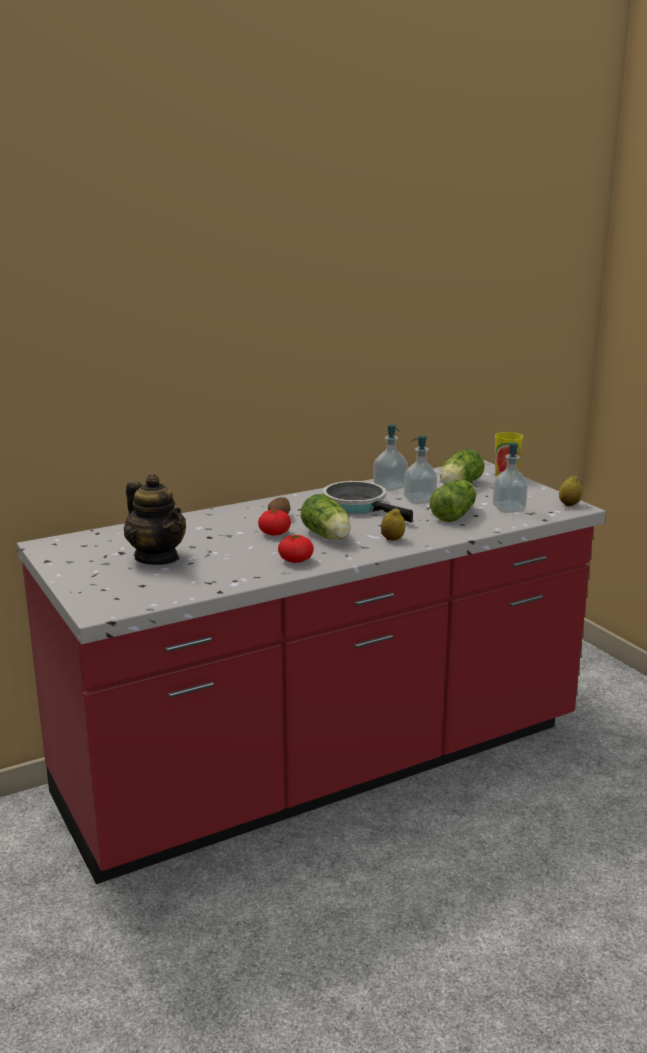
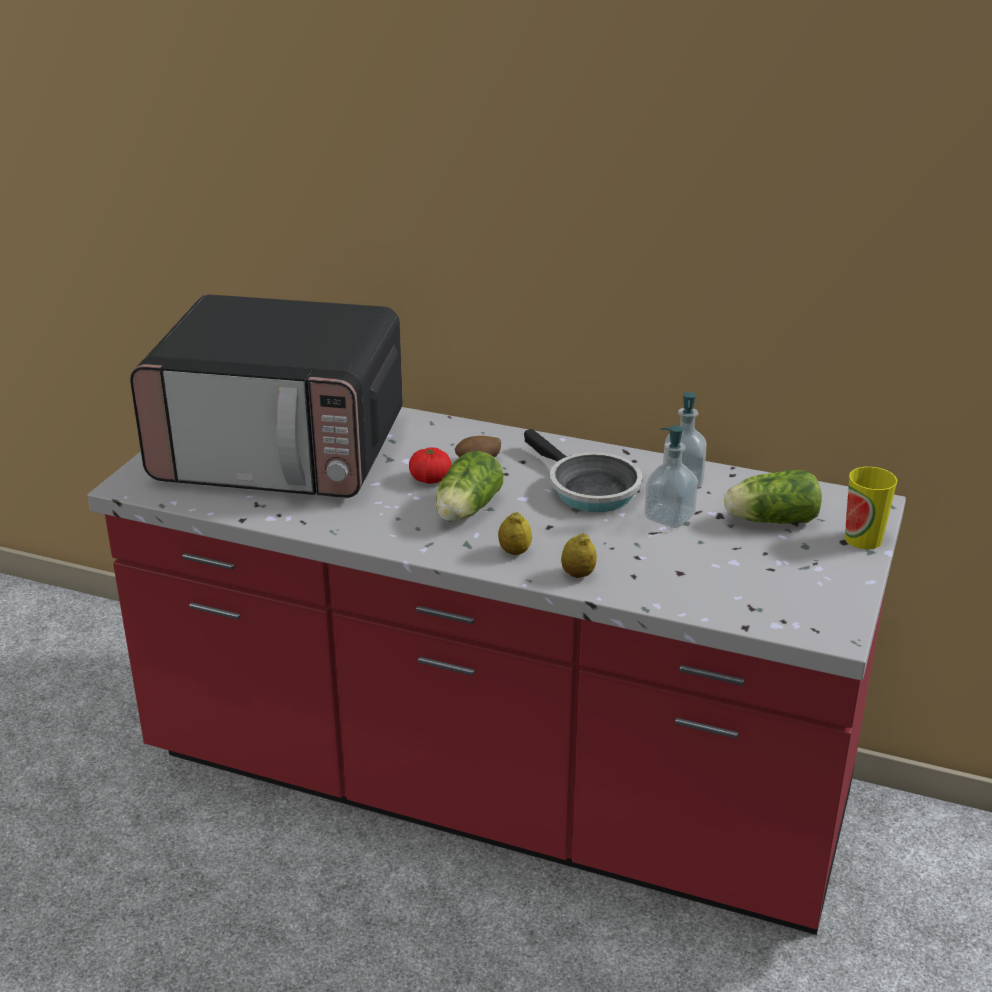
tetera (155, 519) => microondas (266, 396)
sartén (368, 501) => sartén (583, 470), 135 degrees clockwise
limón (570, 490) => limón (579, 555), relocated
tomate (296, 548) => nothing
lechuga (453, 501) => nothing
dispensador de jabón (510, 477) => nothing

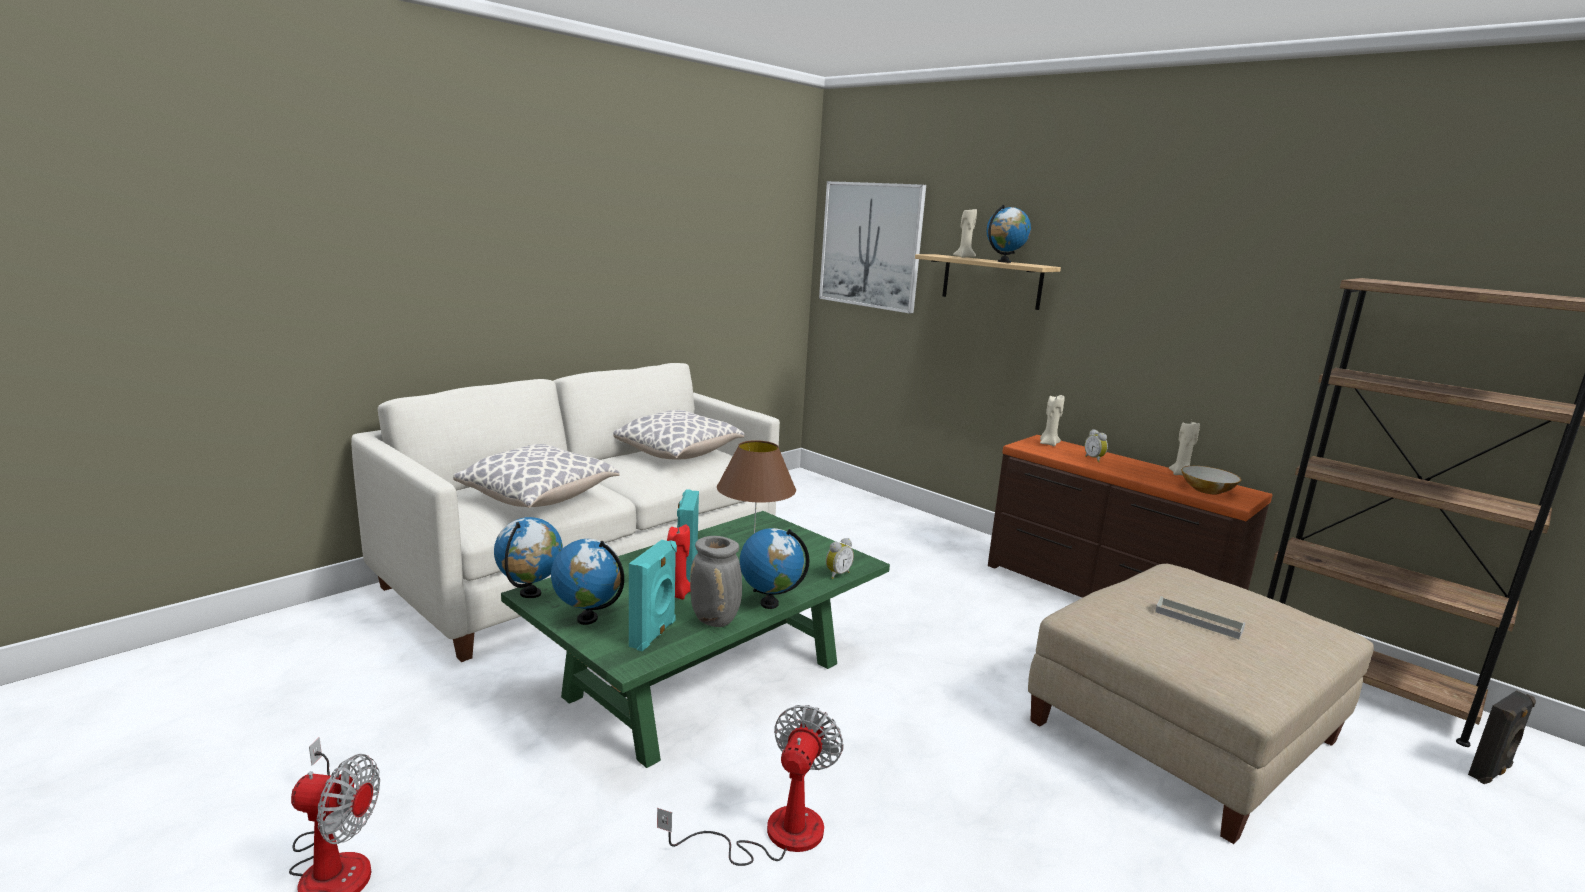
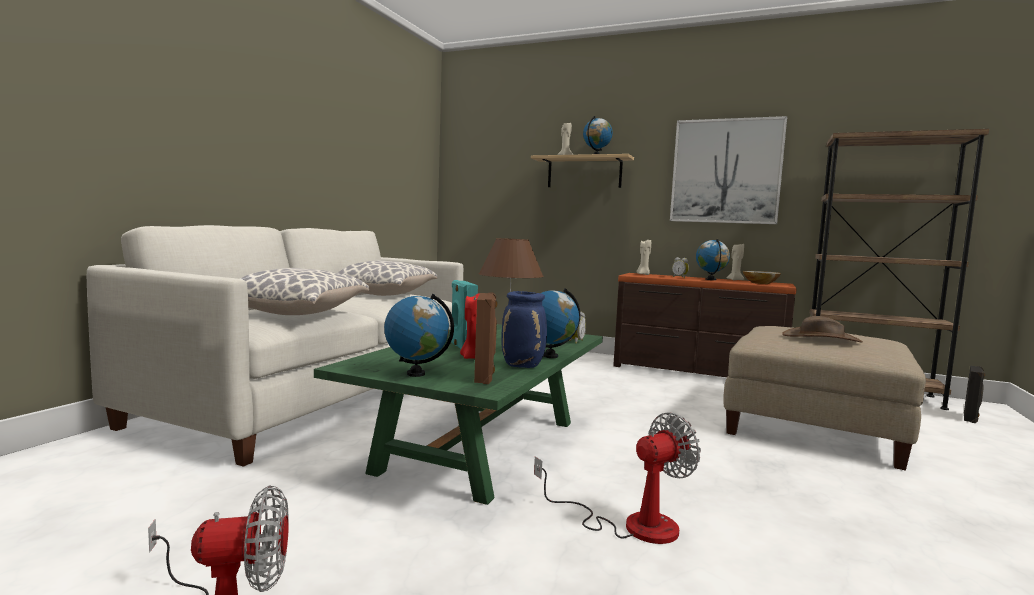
altavoz (turquesa) (653, 595) => altavoz (marrón) (485, 338)
florero (gris) (716, 581) => florero (azul) (524, 329)
ventilador (750, 785) => ventilador (617, 478), 60 degrees clockwise
cuadro (872, 247) => cuadro (728, 170), relocated
globo terráqueo (528, 557) => globo terráqueo (713, 259), relocated
bandeja (gris) (1200, 617) => sombrero (marrón) (822, 329)

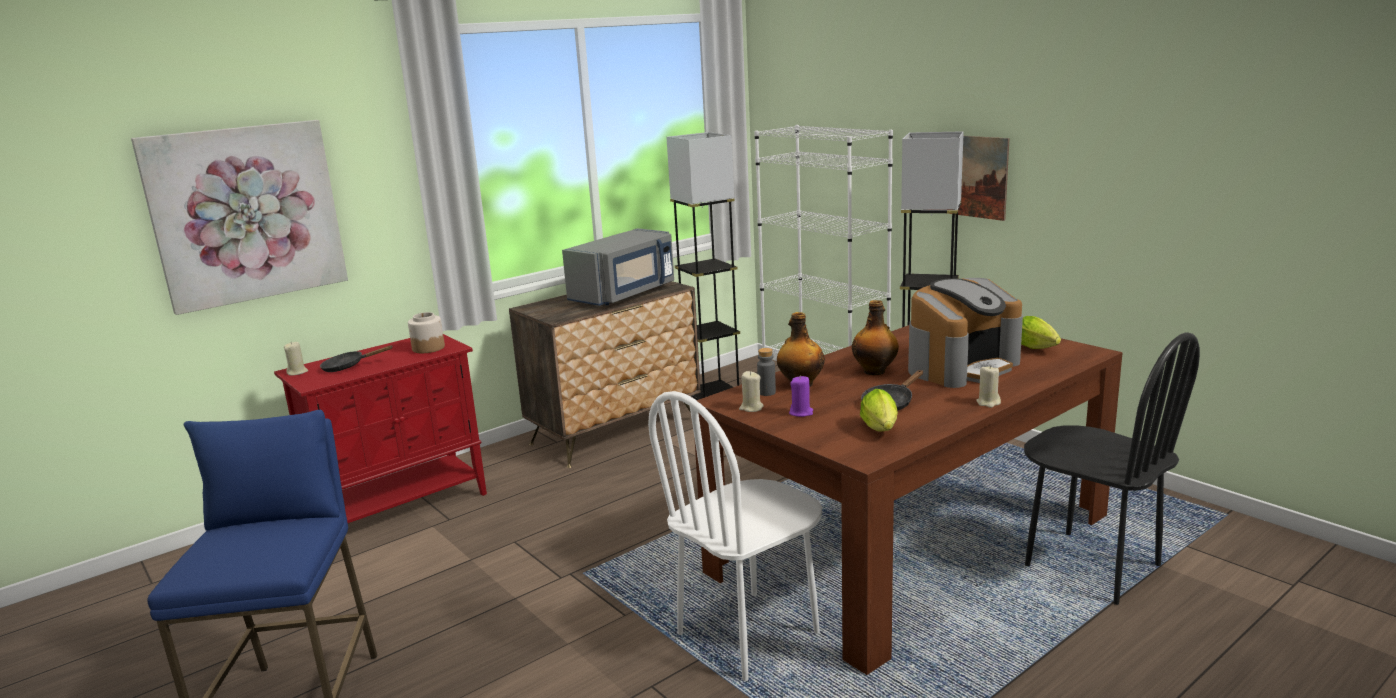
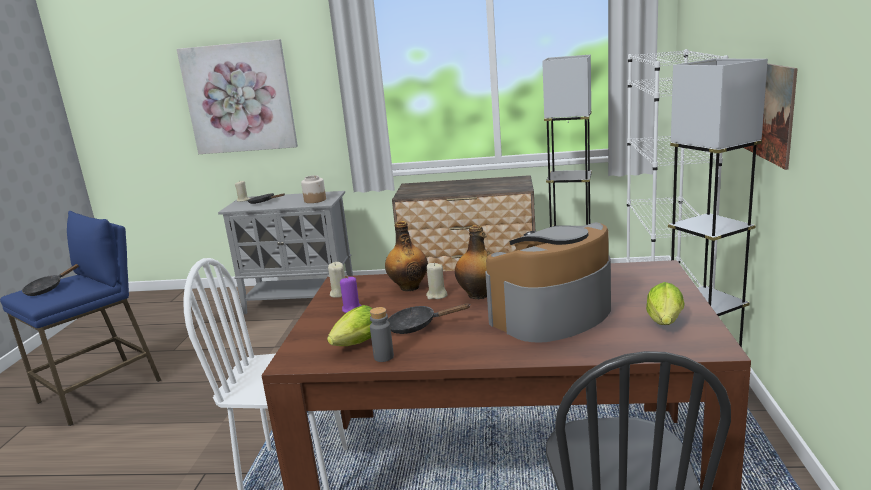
nothing => sartén (negro) (50, 280)
armario (rojo) (380, 428) => armario (gris) (285, 252)
botella (gris) (766, 372) => botella (gris) (382, 334), relocated
vela (beis) (988, 386) => vela (beis) (437, 281), relocated
cafetera (965, 333) => cafetera (548, 282), 135 degrees clockwise
microondas (gris) (618, 267) => nothing

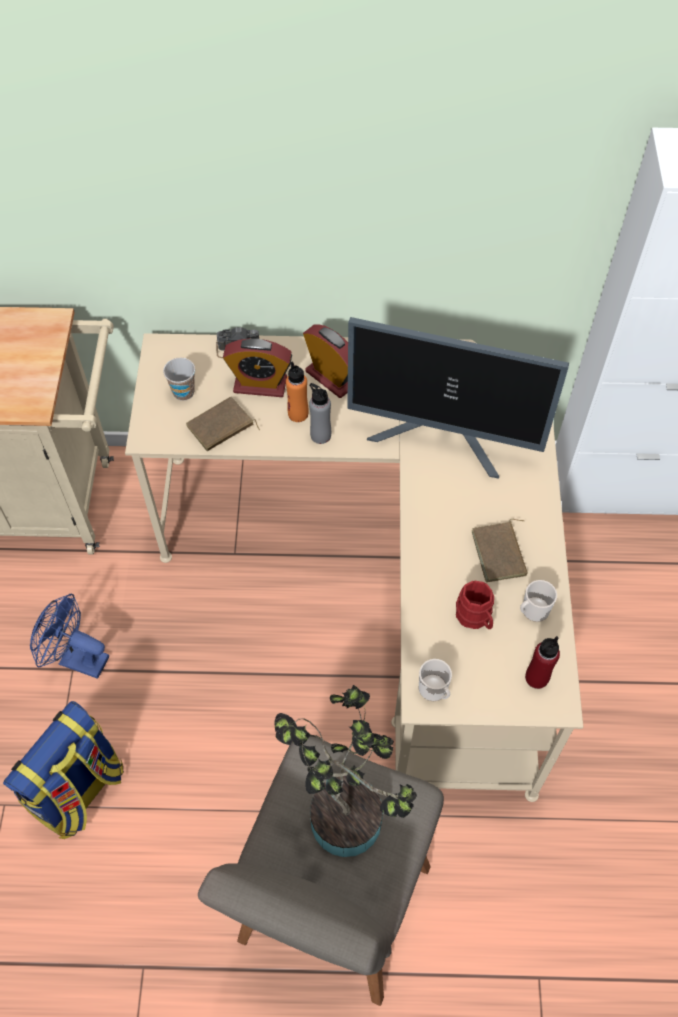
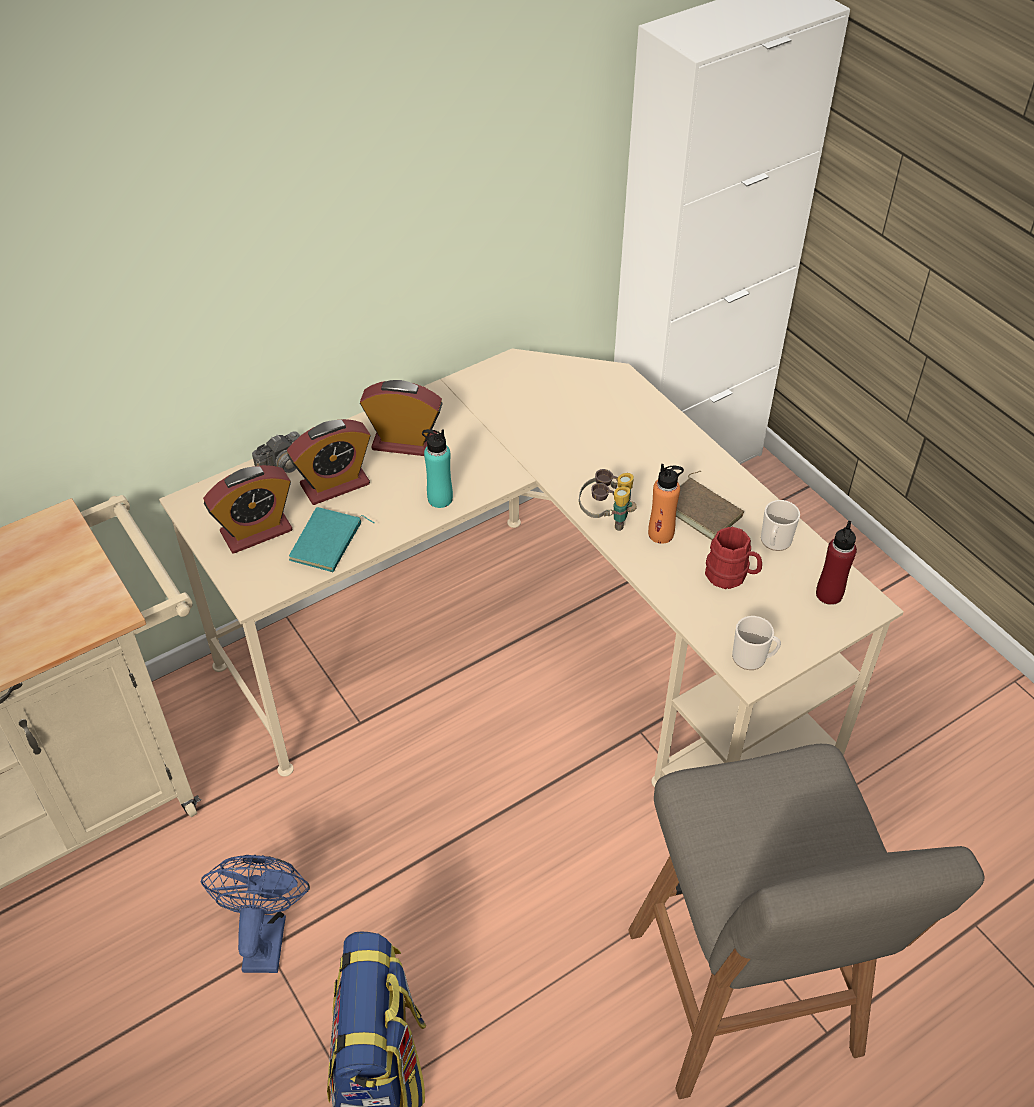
ventilador (azul) (69, 636) => ventilador (azul) (255, 914), 105 degrees clockwise
taza (179, 379) => despertador (248, 509)
libro (marrón) (223, 423) => libro (turquesa) (332, 539)
botella (gris) (320, 413) => botella (turquesa) (437, 468)
nothing => prismáticos (608, 500)
botella (naranja) (297, 391) => botella (naranja) (666, 504), relocated
planta en maceta (345, 771) => nothing
monitor (458, 398) => nothing

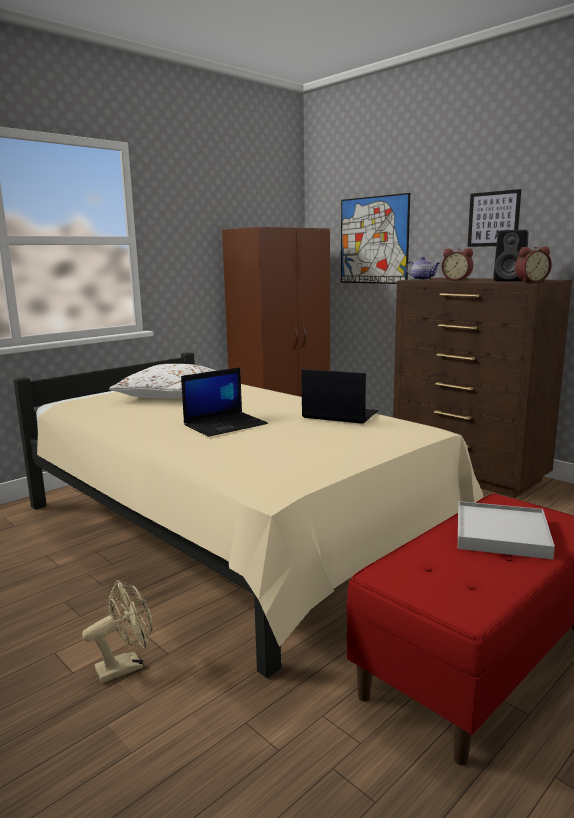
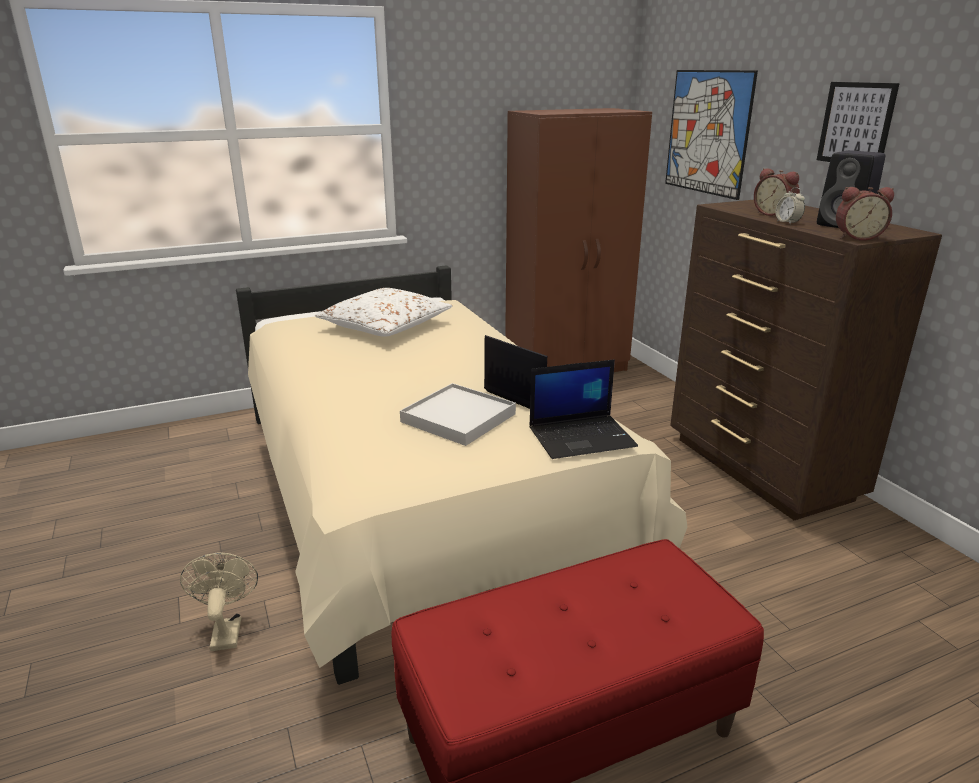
ventilador (beis) (117, 631) => ventilador (beis) (219, 602), 90 degrees counterclockwise
bandeja (blanco) (506, 530) => bandeja (blanco) (458, 414), relocated
portátil (224, 402) => portátil (584, 409), relocated
nothing => despertador (790, 205)
tetera (423, 268) => nothing

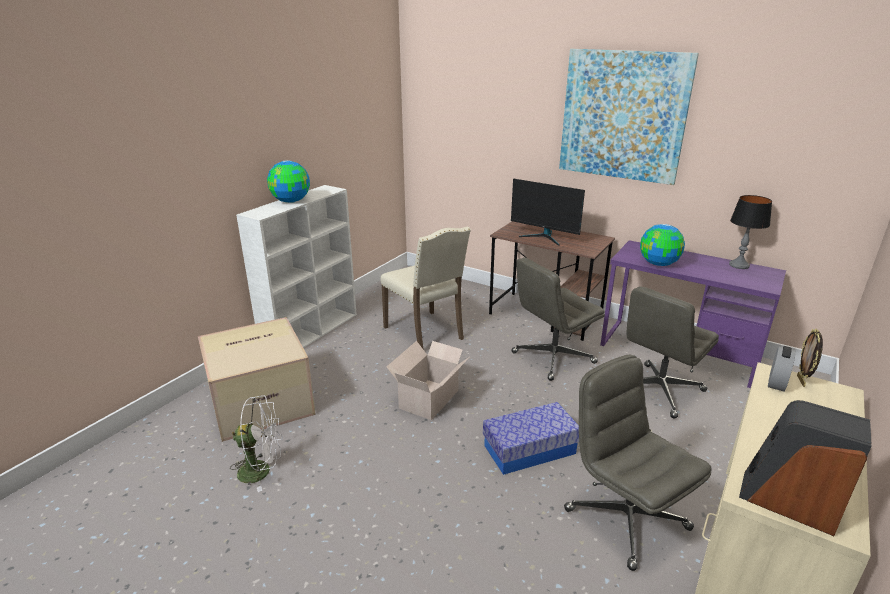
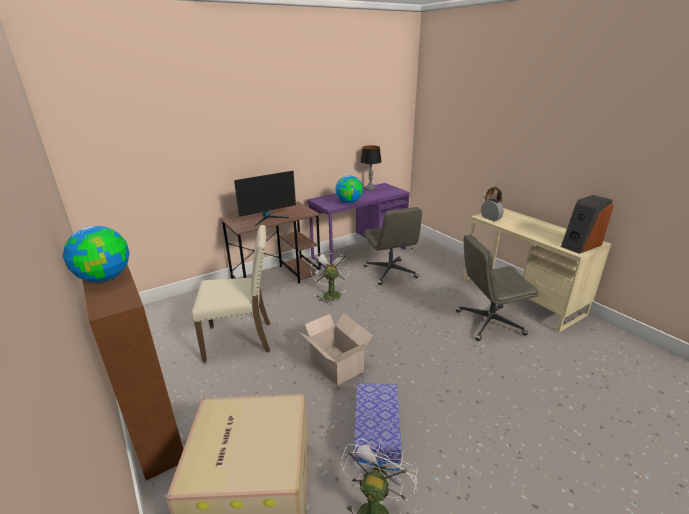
estantería (blanco) (296, 266) => estantería (marrón) (132, 372)
silla de oficina (gris) (558, 319) => ventilador (blanco) (330, 276)
caja de almacenaje (531, 438) => caja de almacenaje (378, 427), relocated
cuadro (629, 117) => nothing

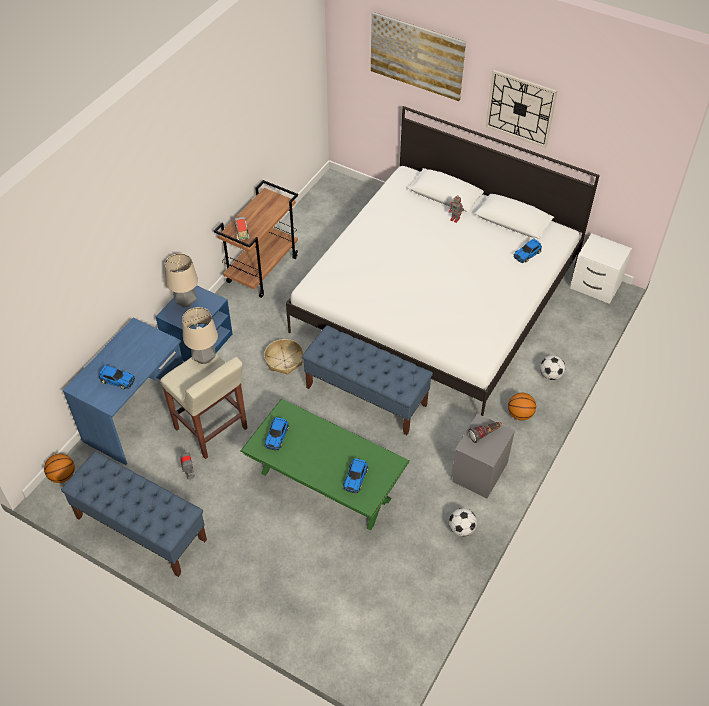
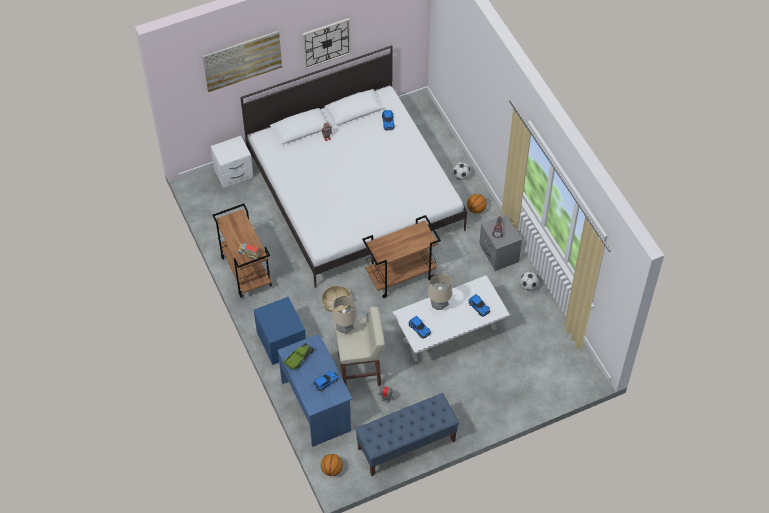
mesita de noche (blanco) (601, 268) => mesita de noche (blanco) (231, 162), relocated
nothing => camión de juguete (299, 356)
banco (azul) (367, 380) => carrito (marrón) (401, 256)
mesa de centro (verde) (325, 464) => mesa de centro (blanco) (451, 318)
lámpara de mesa (181, 280) => lámpara de mesa (440, 291), relocated

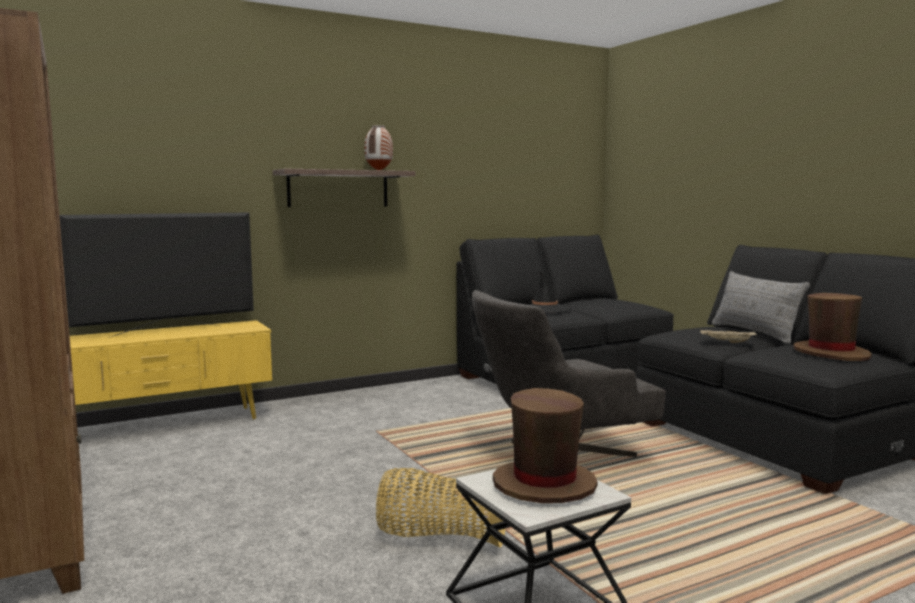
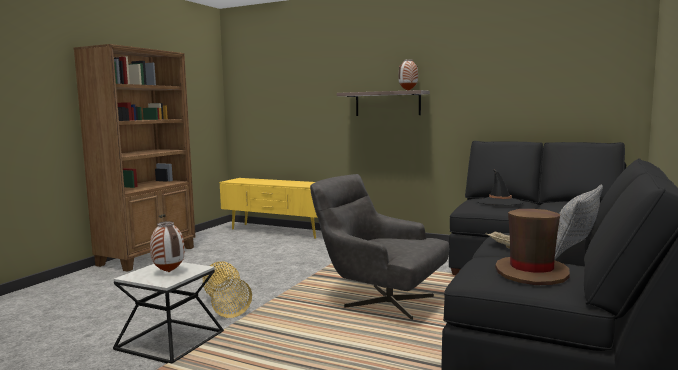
sombrero (marrón) (545, 445) => florero (167, 246)
televisor (156, 275) => nothing

